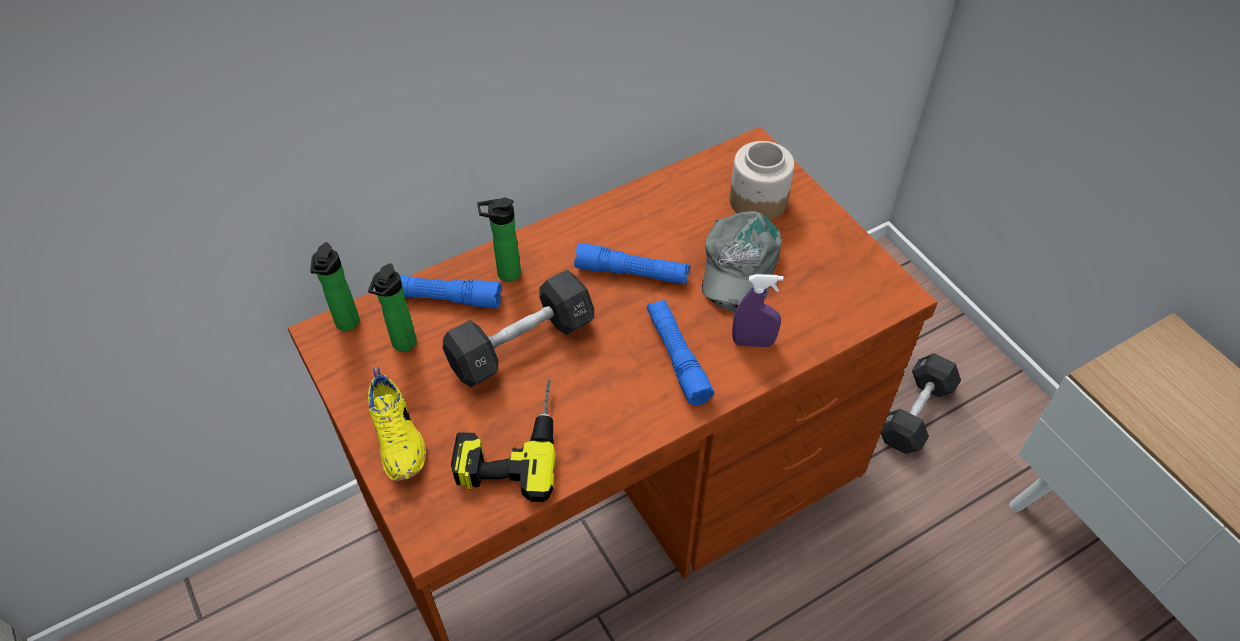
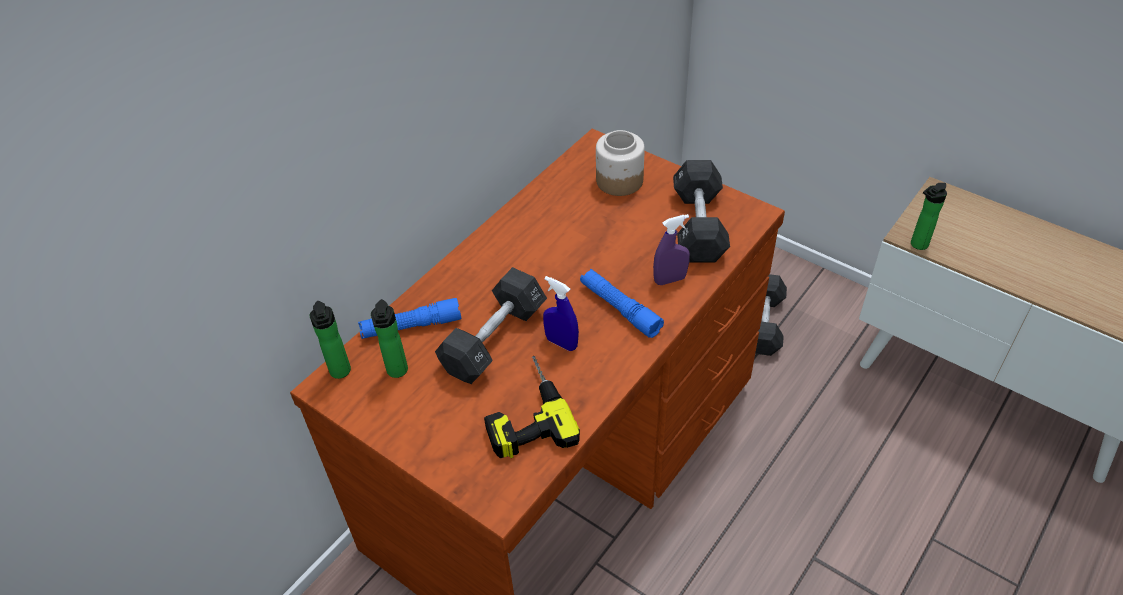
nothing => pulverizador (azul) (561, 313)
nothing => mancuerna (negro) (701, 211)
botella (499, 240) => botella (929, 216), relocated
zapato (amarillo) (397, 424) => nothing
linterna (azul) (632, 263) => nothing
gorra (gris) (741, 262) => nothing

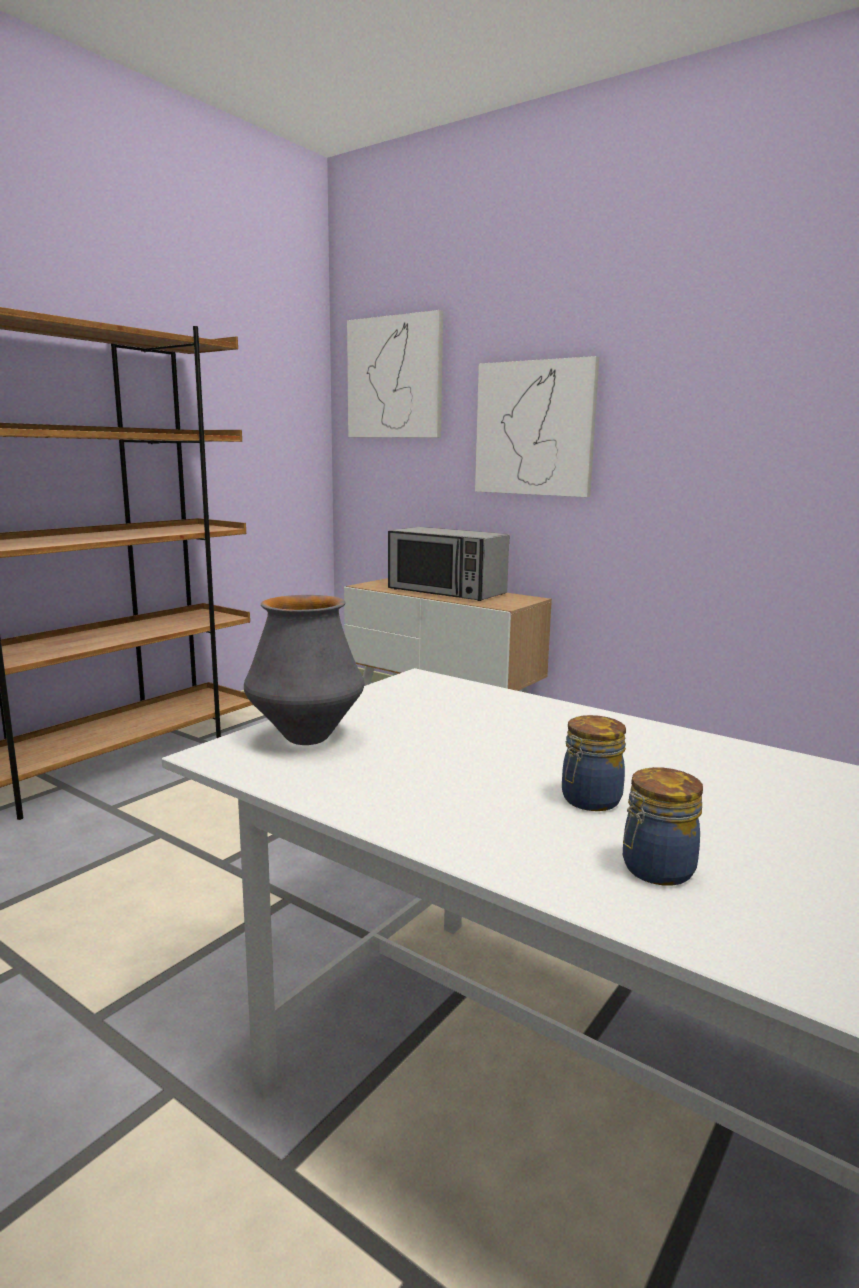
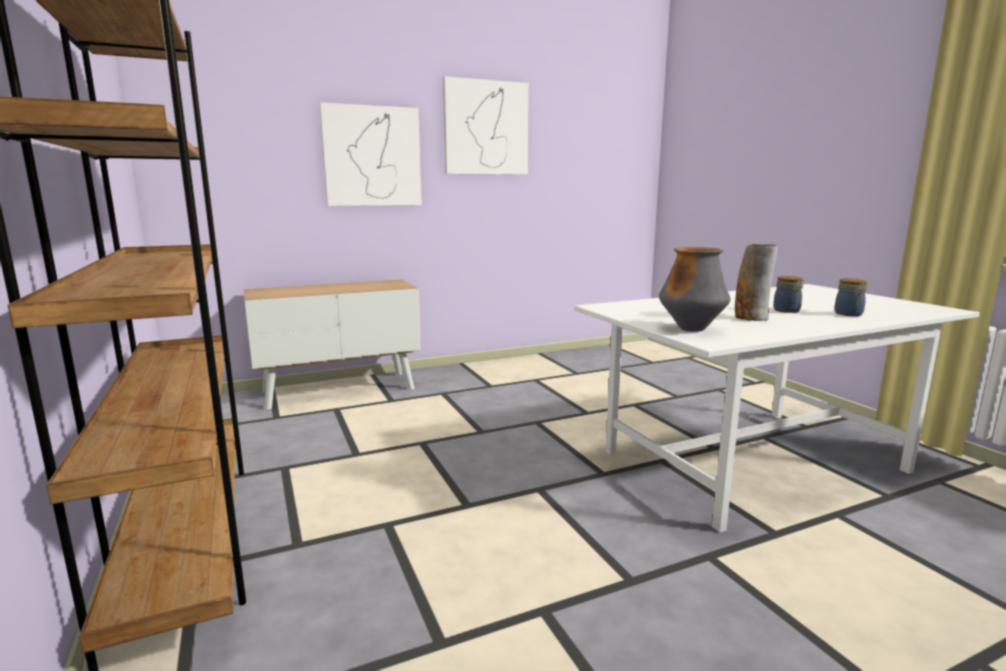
cuadro (395, 374) => cuadro (486, 125), relocated
nothing => florero (756, 282)
microondas (448, 564) => nothing

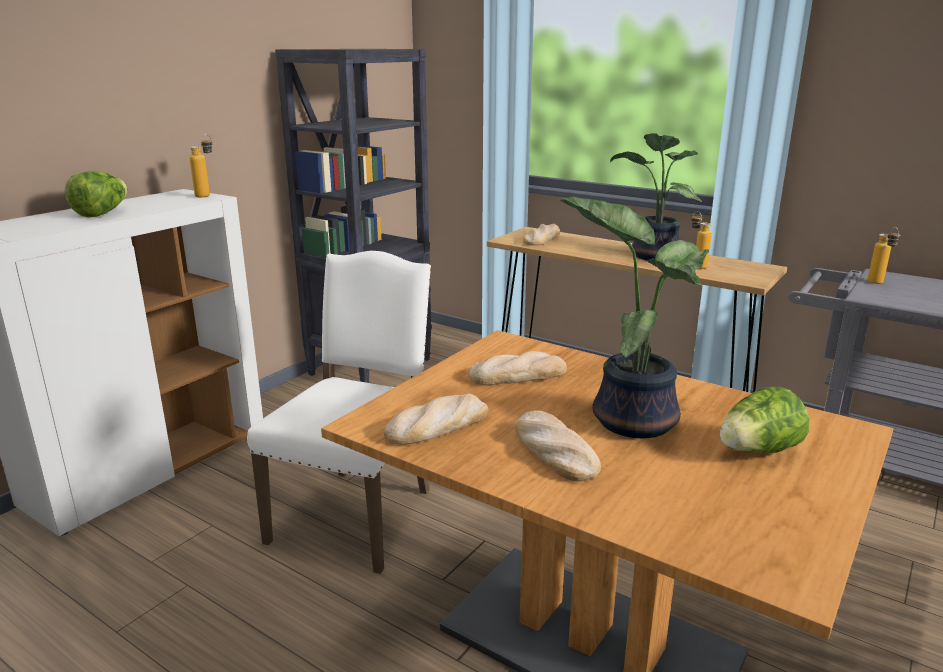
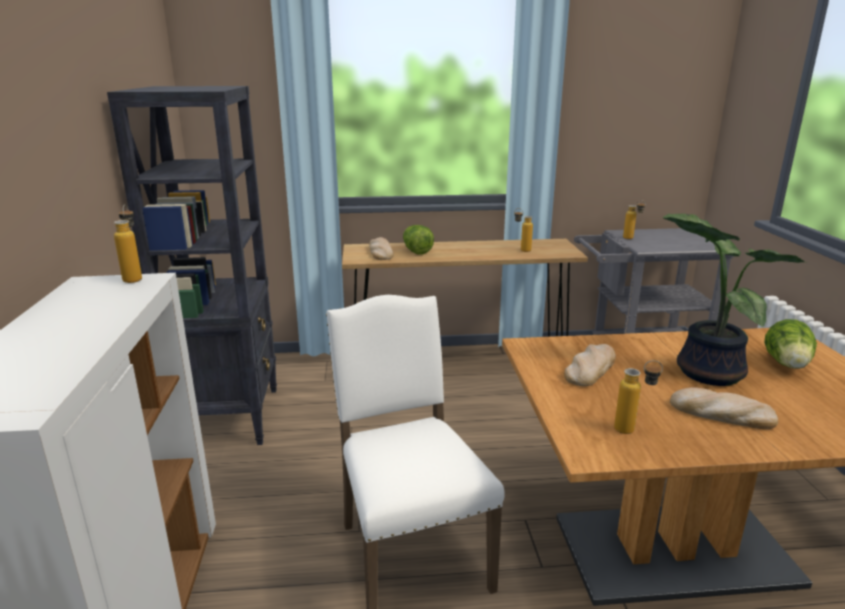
lechuga (96, 194) => lechuga (418, 240), relocated
pan (436, 419) => botella (638, 397)
planta en maceta (656, 197) => nothing

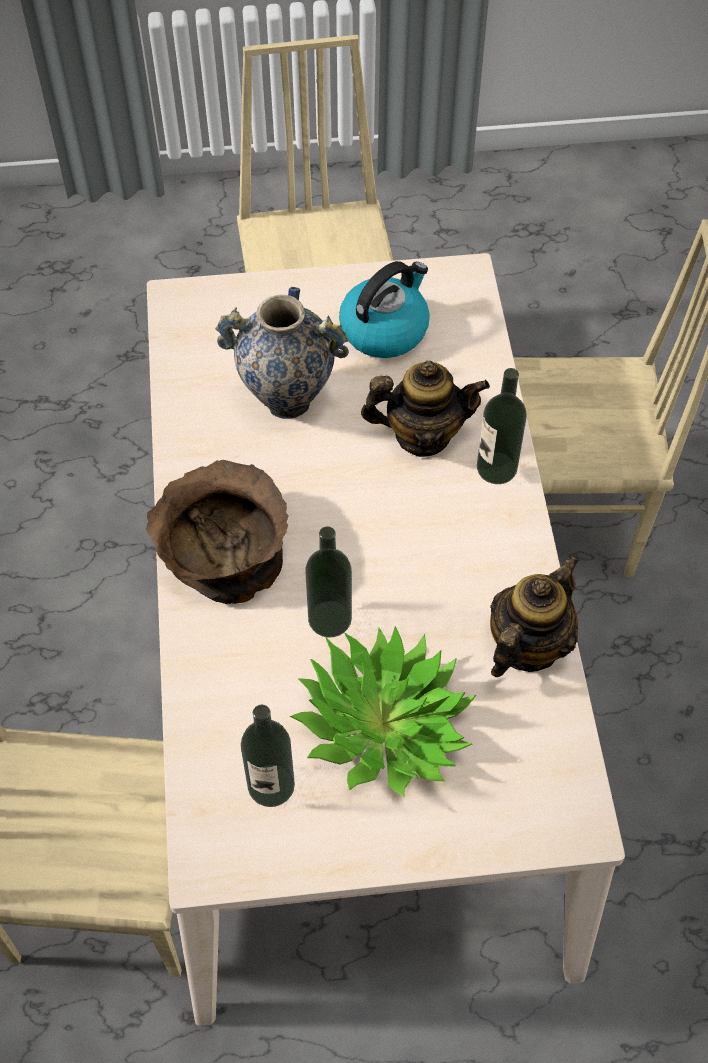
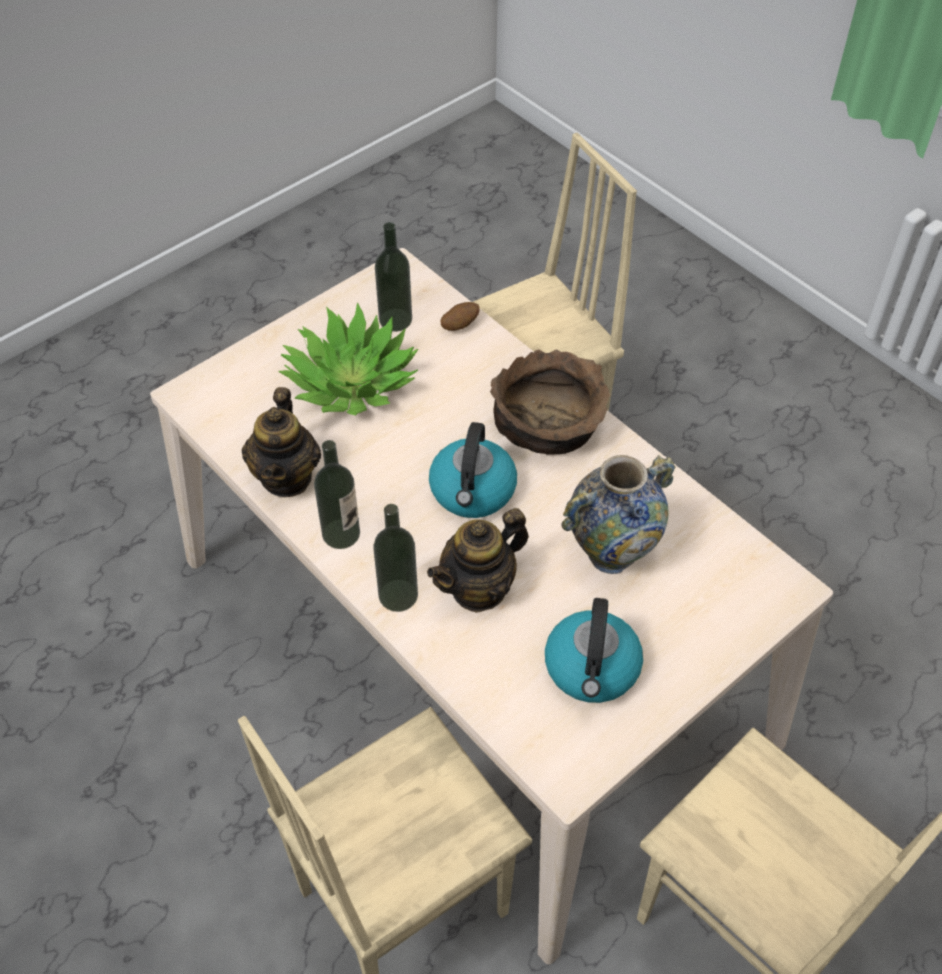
botella (328, 582) => botella (337, 494), relocated
nothing => hervidor (473, 470)
nothing => patata (460, 316)

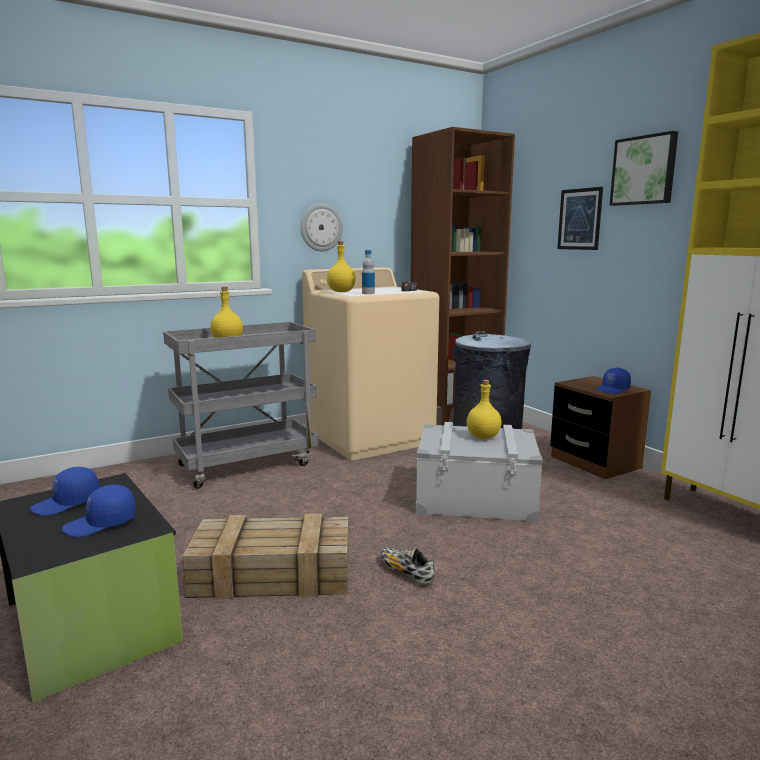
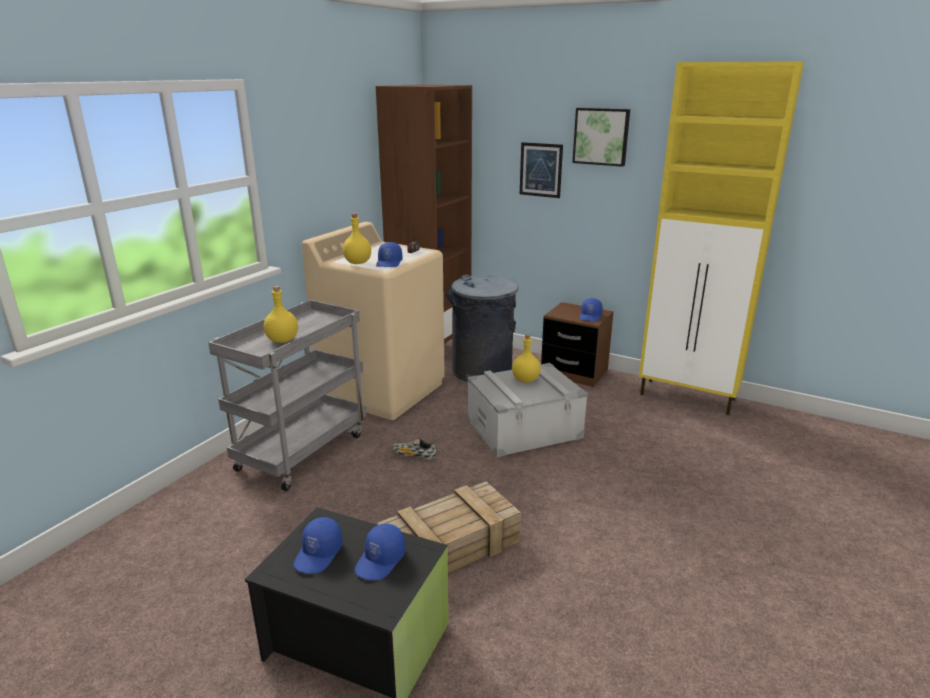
botella (368, 272) => gorra (azul) (389, 254)
zapato (408, 565) => zapato (413, 449), relocated
reloj de pared (321, 227) => nothing

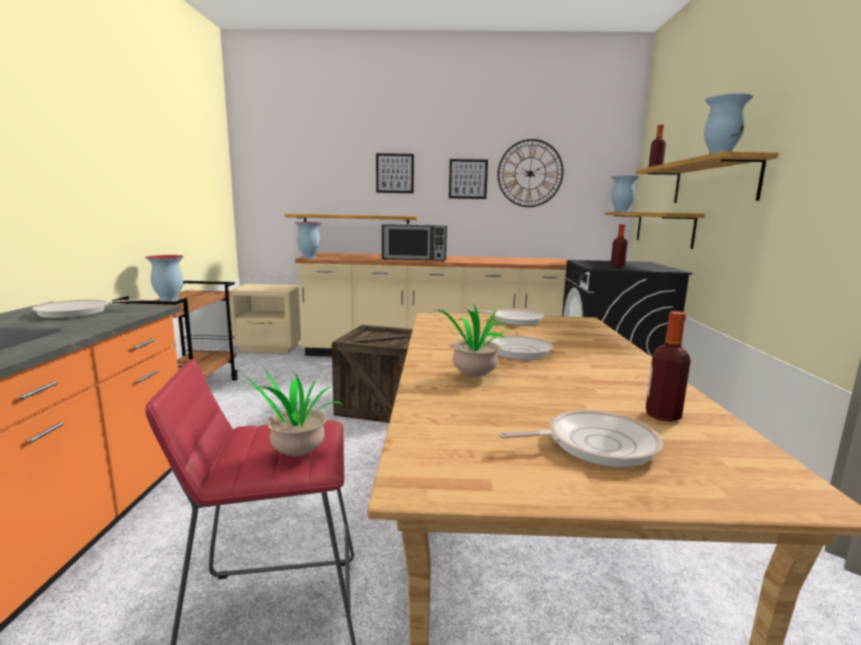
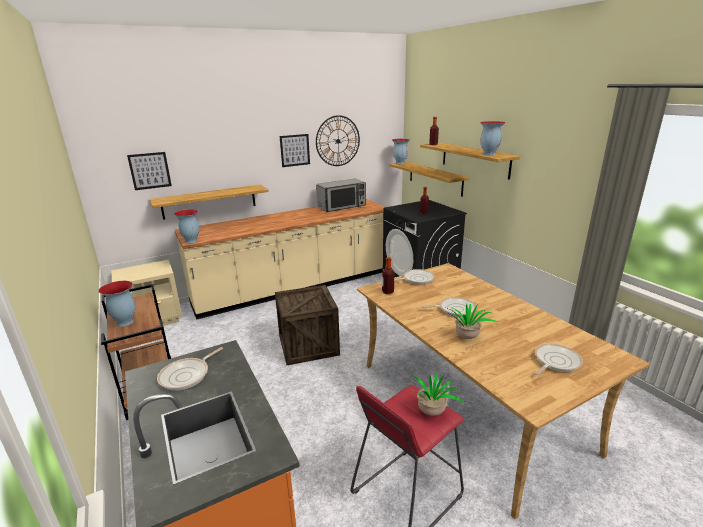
cuadro (395, 173) => cuadro (149, 171), relocated
microondas (414, 242) => microondas (341, 195), relocated
botella (668, 366) => botella (388, 275), relocated

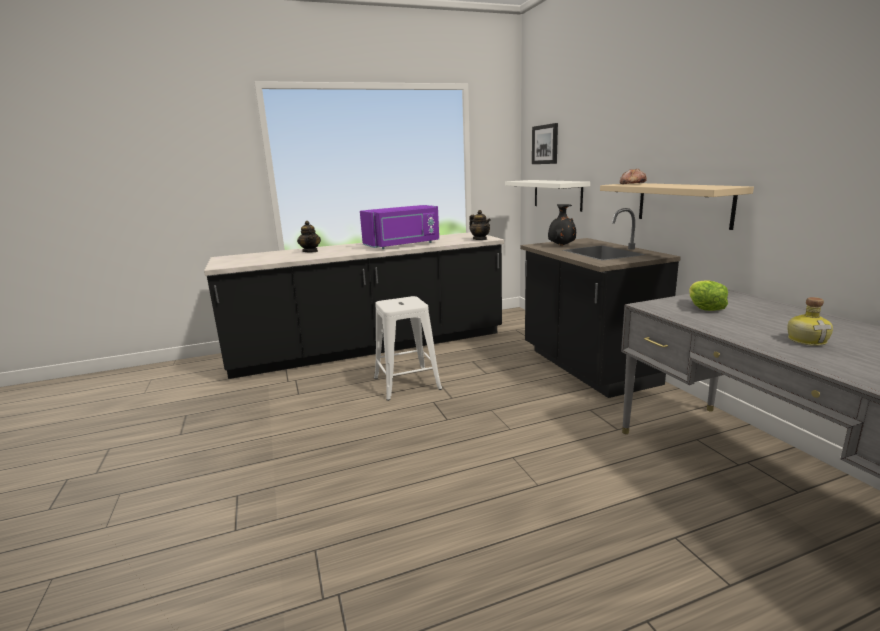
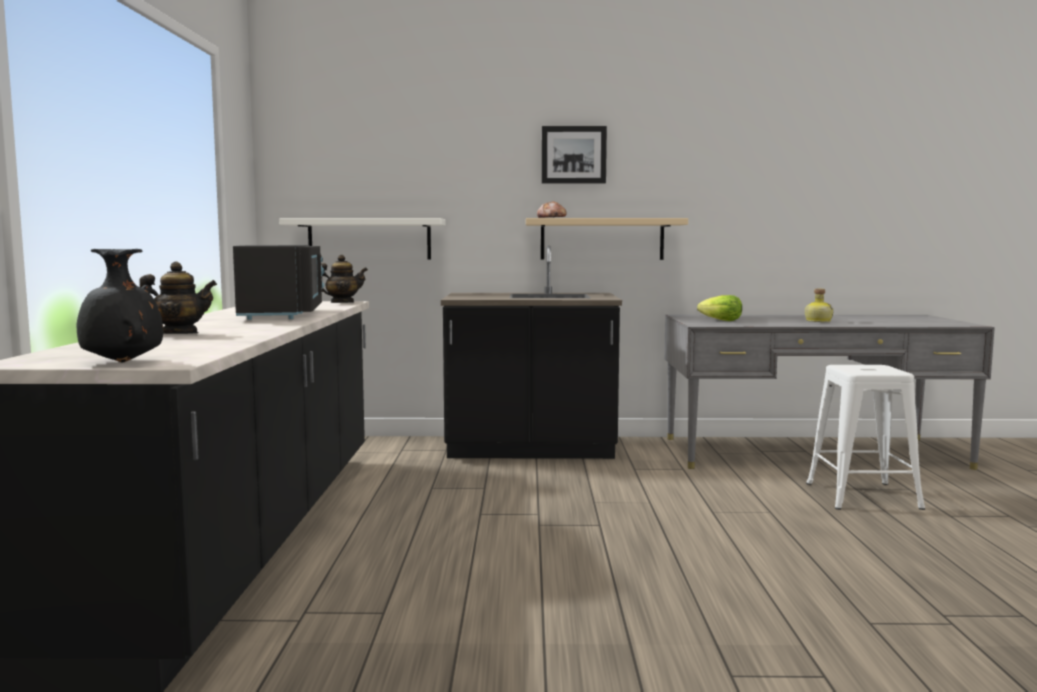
florero (negro) (562, 225) => florero (negro) (120, 305), relocated
microondas (morado) (399, 227) => microondas (negro) (278, 282)
cuadro (545, 143) => cuadro (574, 155), relocated
taburete (blanco) (408, 348) => taburete (blanco) (865, 437), relocated

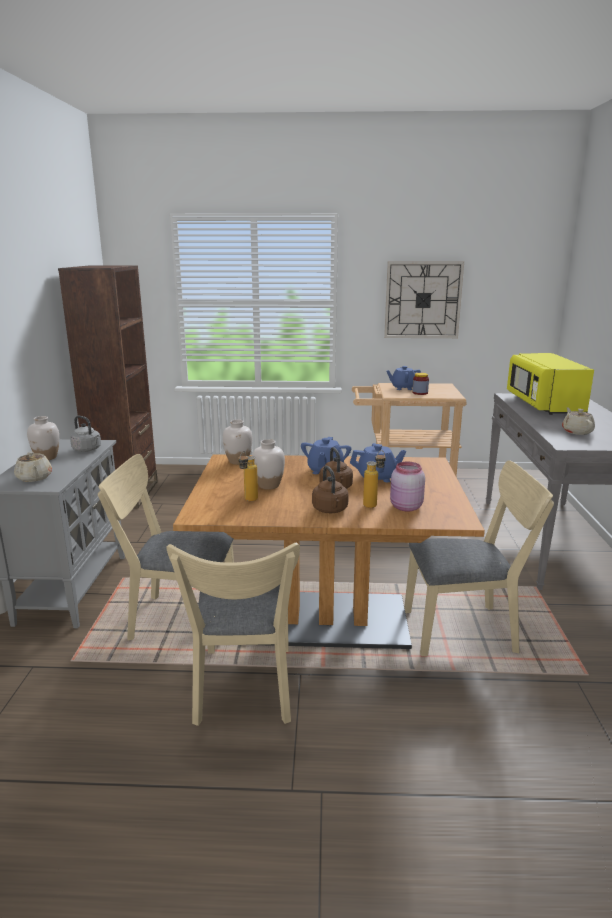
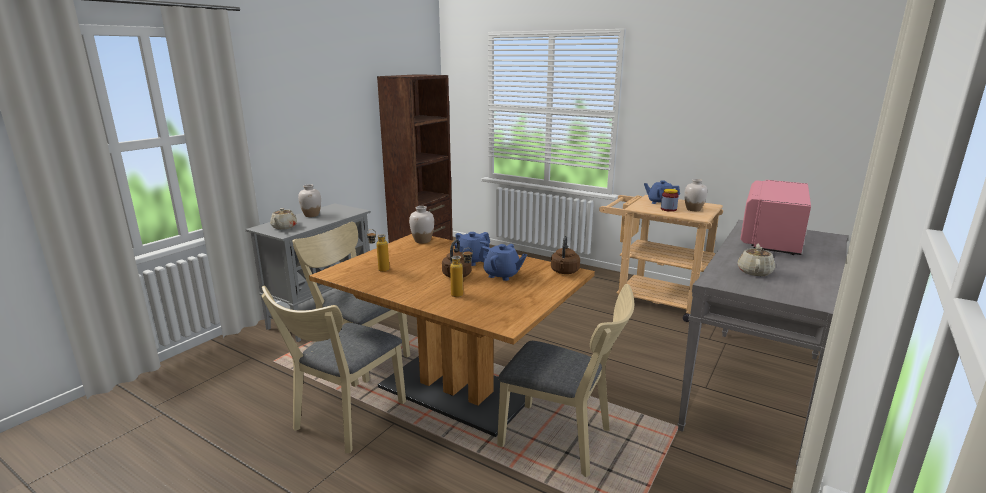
hervidor (marrón) (330, 489) => hervidor (marrón) (565, 255), relocated
florero (blanco) (268, 464) => florero (blanco) (695, 195), relocated
microondas (amarillo) (550, 384) => microondas (rosa) (775, 217)
hervidor (gris) (85, 434) => nothing
reloj de pared (424, 299) => nothing
tarro (rosa) (407, 486) => nothing

